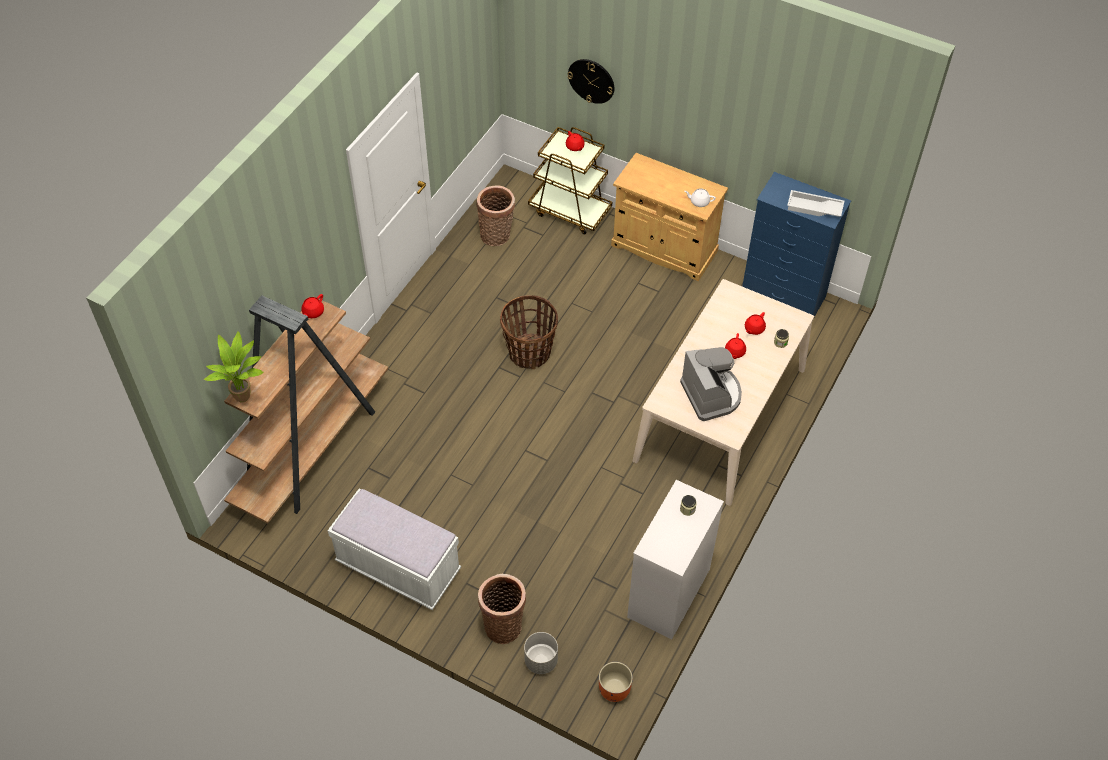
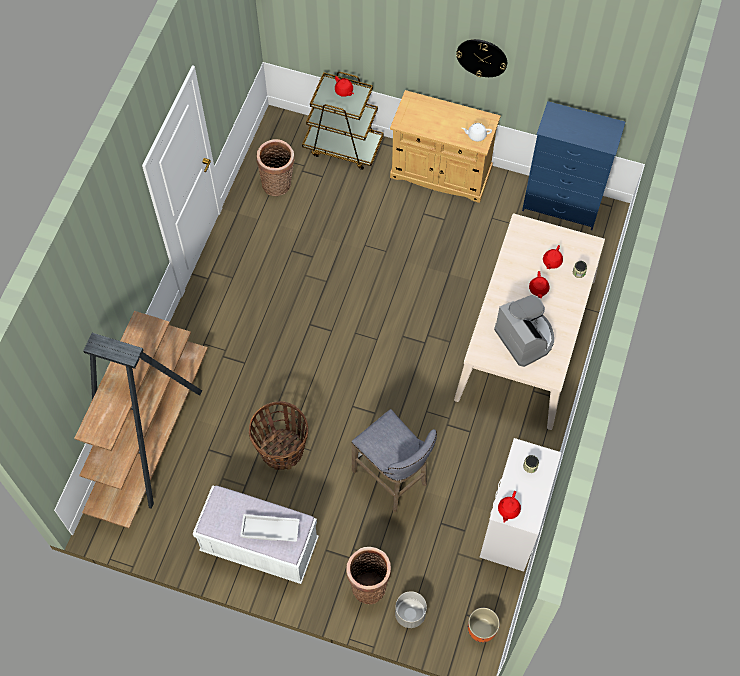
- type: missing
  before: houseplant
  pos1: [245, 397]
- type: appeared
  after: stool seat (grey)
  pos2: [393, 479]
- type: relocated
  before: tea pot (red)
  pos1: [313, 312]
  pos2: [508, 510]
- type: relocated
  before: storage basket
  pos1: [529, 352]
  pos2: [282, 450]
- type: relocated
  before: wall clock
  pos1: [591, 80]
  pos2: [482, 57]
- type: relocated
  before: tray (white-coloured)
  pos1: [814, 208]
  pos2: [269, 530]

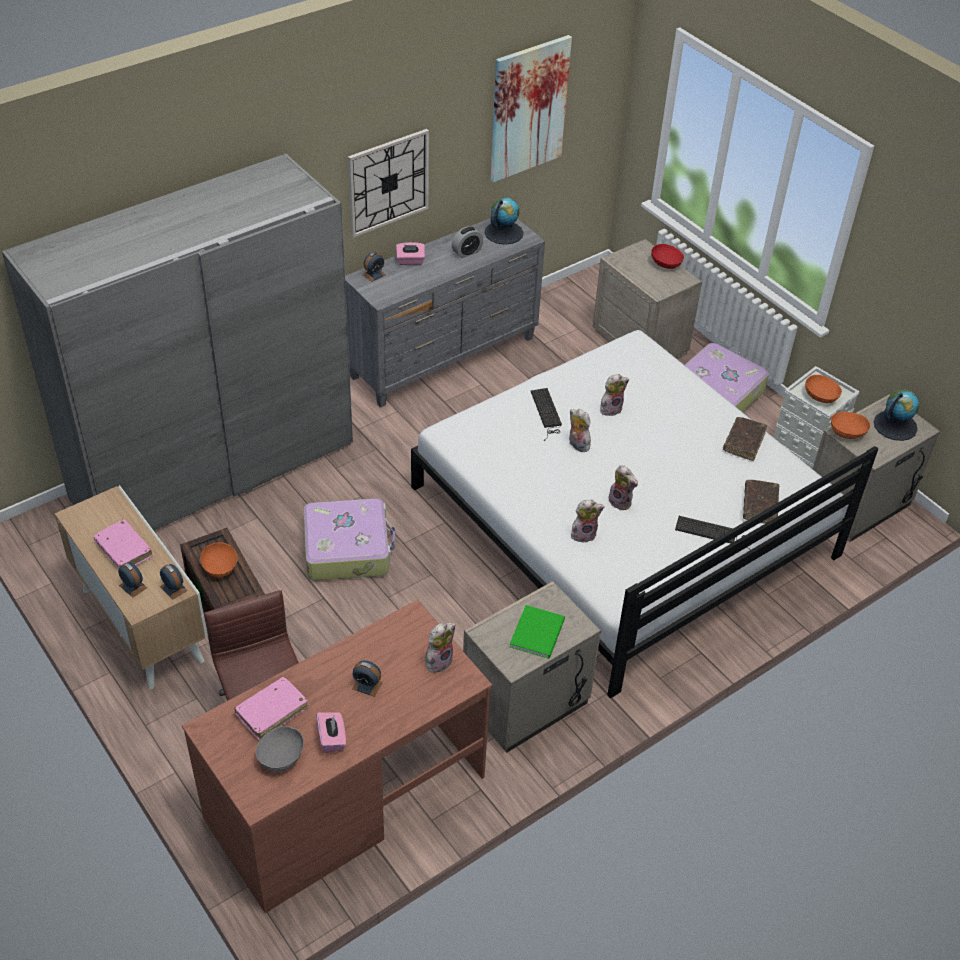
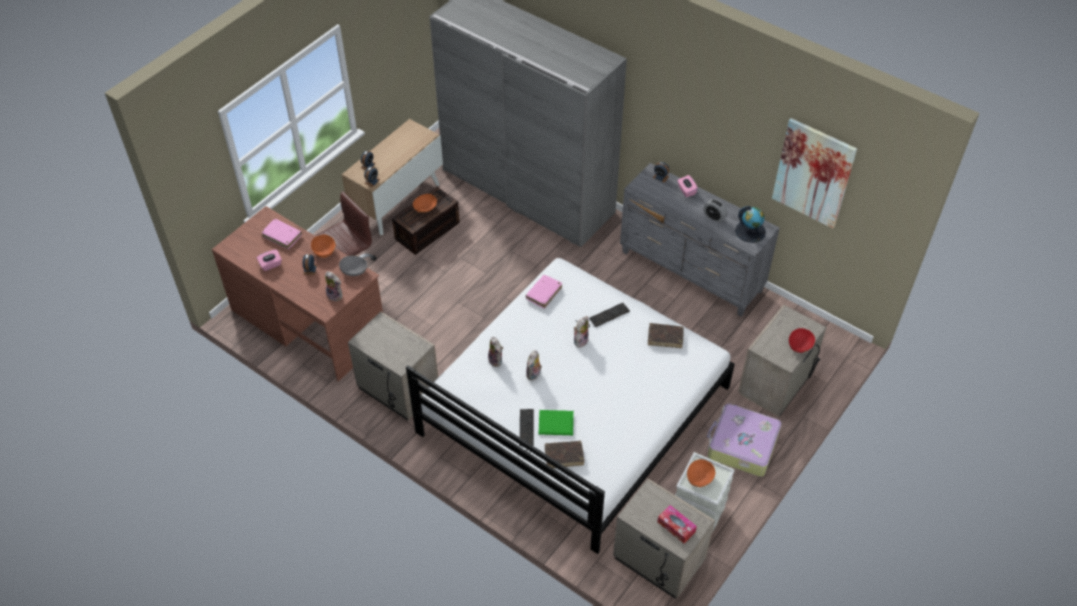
- type: missing
  before: travel case
  pos1: [348, 548]
- type: missing
  before: wall clock
  pos1: [388, 182]
- type: missing
  before: soft toy
  pos1: [611, 408]
- type: relocated
  before: bound book (pinkish)
  pos1: [124, 550]
  pos2: [544, 294]
- type: relocated
  before: deep dish (grey)
  pos1: [281, 757]
  pos2: [354, 271]
- type: relocated
  before: bound book (green-coloured)
  pos1: [539, 632]
  pos2: [557, 424]
- type: relocated
  before: bound book (brown)
  pos1: [744, 442]
  pos2: [665, 338]
- type: relocated
  before: deep dish (orangey)
  pos1: [847, 433]
  pos2: [324, 251]
- type: exchanged
  before: desk globe
  after: tissue holder
  pos1: [895, 425]
  pos2: [676, 527]

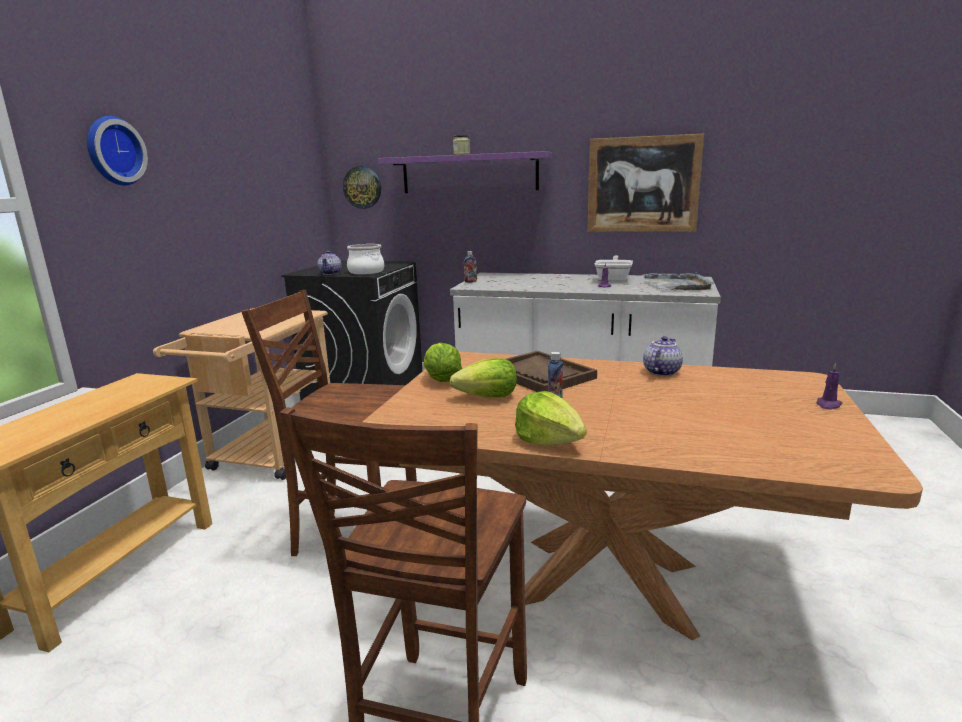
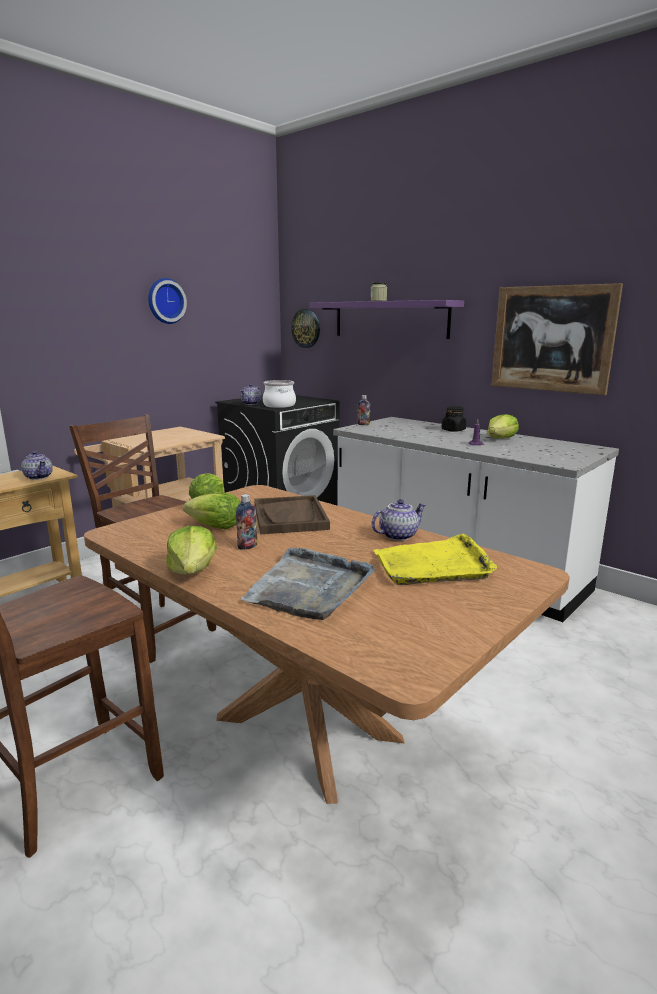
- type: missing
  before: wax candle (purple-coloured)
  pos1: [828, 405]
- type: appeared
  after: tea pot
  pos2: [38, 477]
- type: appeared
  after: tray (yellowish)
  pos2: [433, 565]
- type: appeared
  after: preserve jar (black-coloured)
  pos2: [453, 430]
- type: relocated
  before: wall clock
  pos1: [113, 151]
  pos2: [165, 301]
- type: relocated
  before: tray (grey)
  pos1: [677, 285]
  pos2: [309, 587]
- type: exchanged
  before: frying pan
  after: head of lettuce
  pos1: [613, 280]
  pos2: [500, 439]

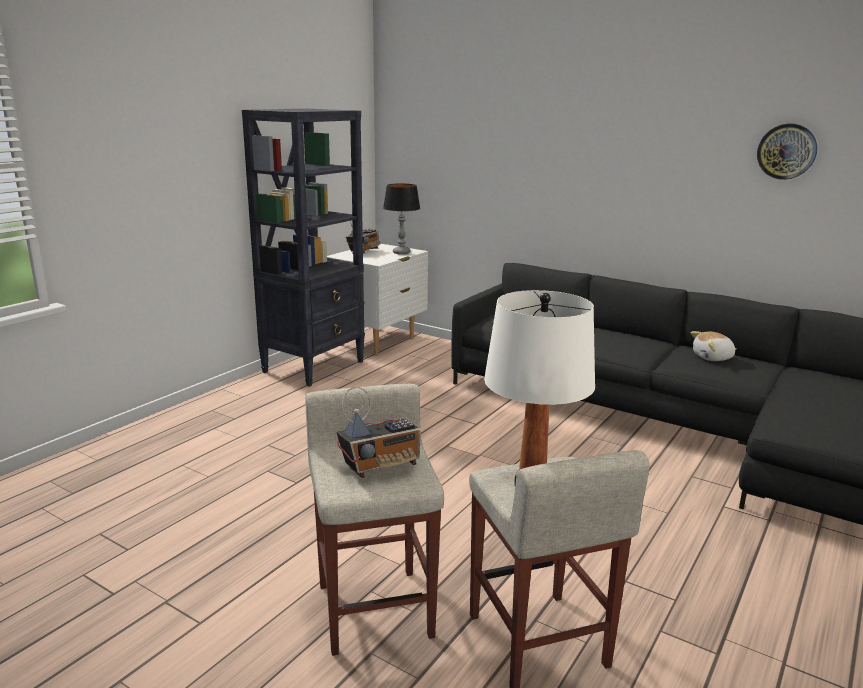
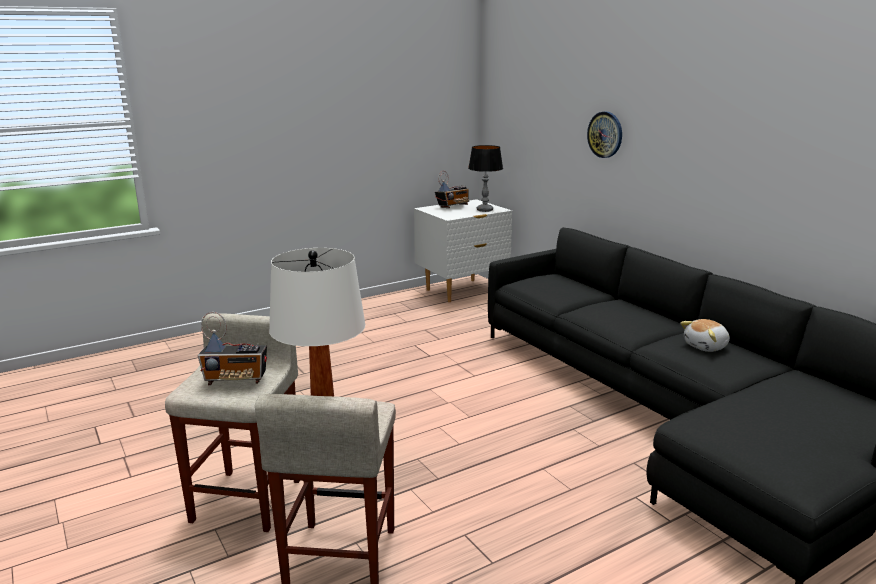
- type: missing
  before: bookcase (black-coloured)
  pos1: [314, 366]
- type: relocated
  before: wall clock
  pos1: [786, 151]
  pos2: [605, 134]
- type: spun
  before: soft toy
  pos1: [713, 358]
  pos2: [706, 347]
  turn: -45

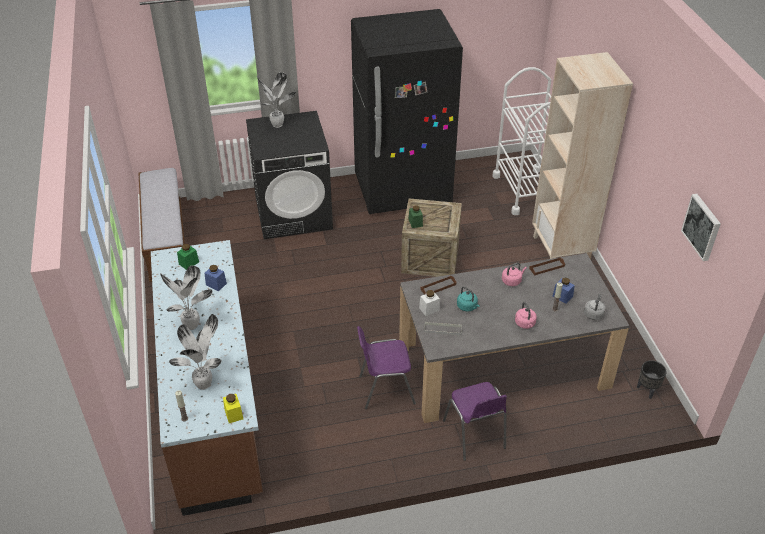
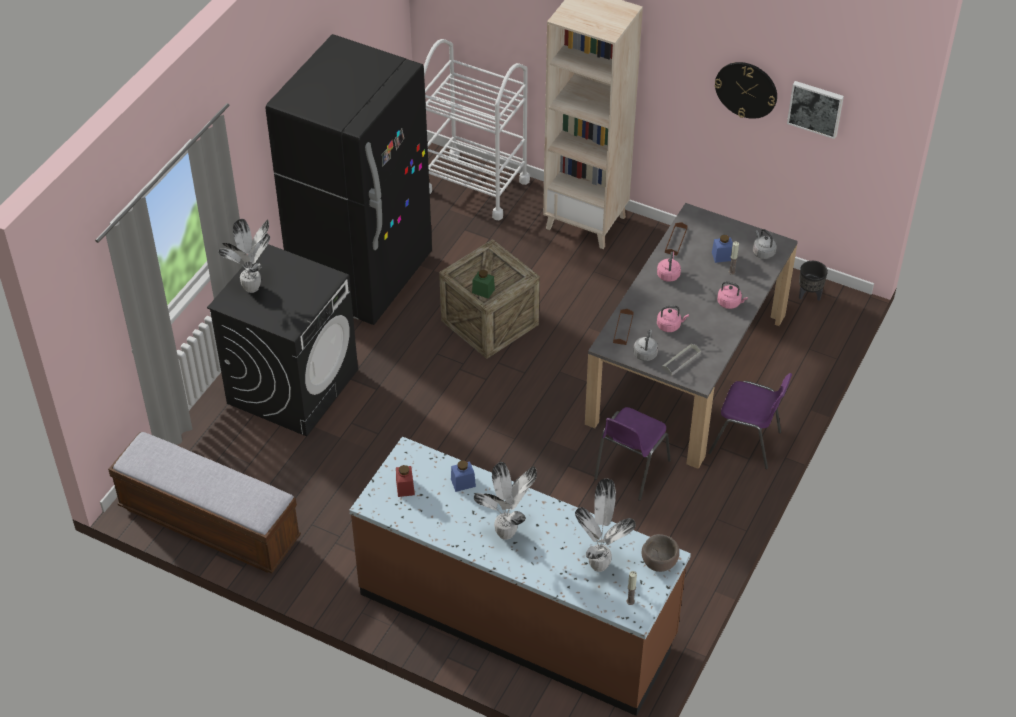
- type: appeared
  after: wall clock
  pos2: [746, 89]
- type: exchanged
  before: preserve jar (yellowish)
  after: deep dish (brown)
  pos1: [233, 414]
  pos2: [659, 562]
- type: exchanged
  before: preserve jar (white-coloured)
  after: water kettle (grey)
  pos1: [429, 309]
  pos2: [645, 353]
- type: colour
  before: preserve jar (green-coloured)
  after: preserve jar (red)
  pos1: [189, 263]
  pos2: [405, 487]
- type: colour
  before: water kettle (turquoise)
  after: water kettle (pinkish)
  pos1: [467, 307]
  pos2: [670, 326]

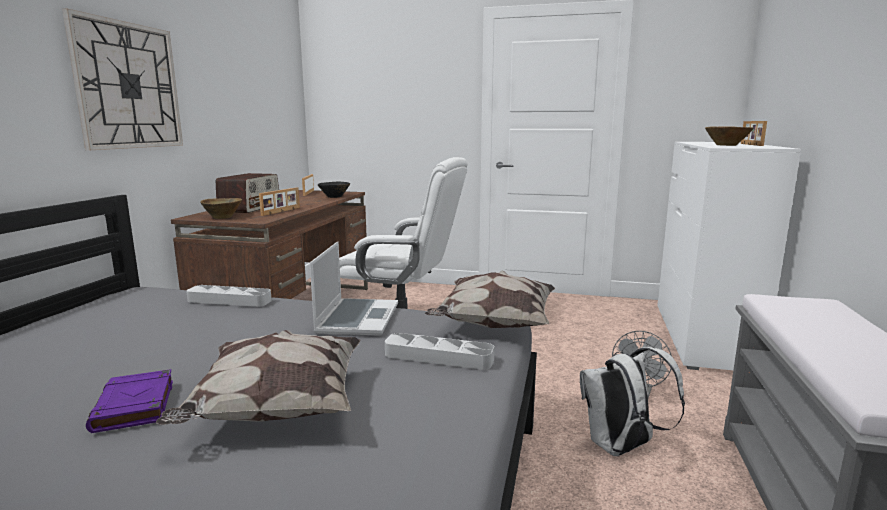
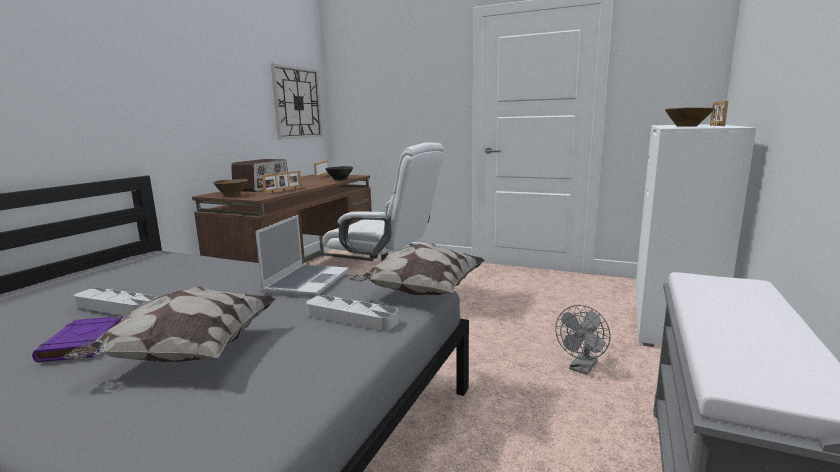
- type: missing
  before: backpack (white-coloured)
  pos1: [621, 448]
- type: relocated
  before: wall clock
  pos1: [128, 86]
  pos2: [297, 103]
- type: relocated
  before: tray (grey)
  pos1: [229, 300]
  pos2: [117, 307]

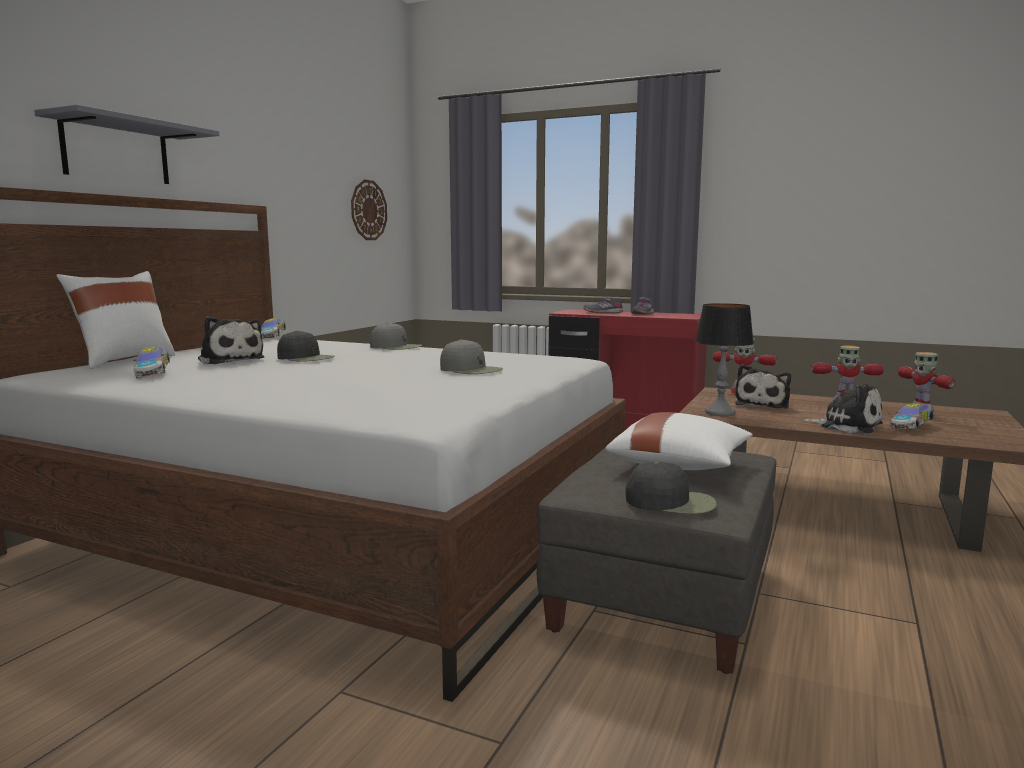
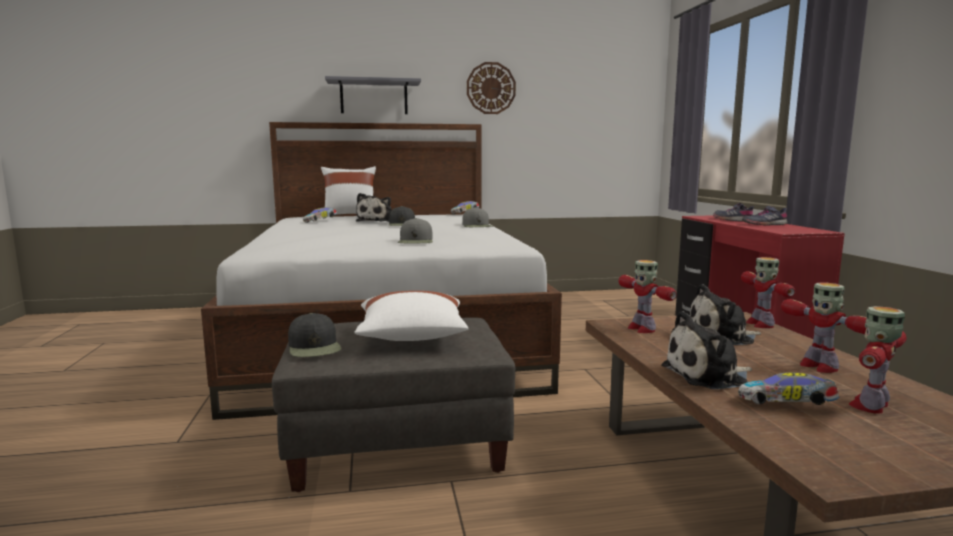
- type: relocated
  before: wall clock
  pos1: [368, 210]
  pos2: [491, 88]
- type: exchanged
  before: lamp for a table
  after: model robot
  pos1: [720, 412]
  pos2: [641, 329]
- type: spun
  before: soft toy
  pos1: [847, 425]
  pos2: [708, 375]
  turn: 75

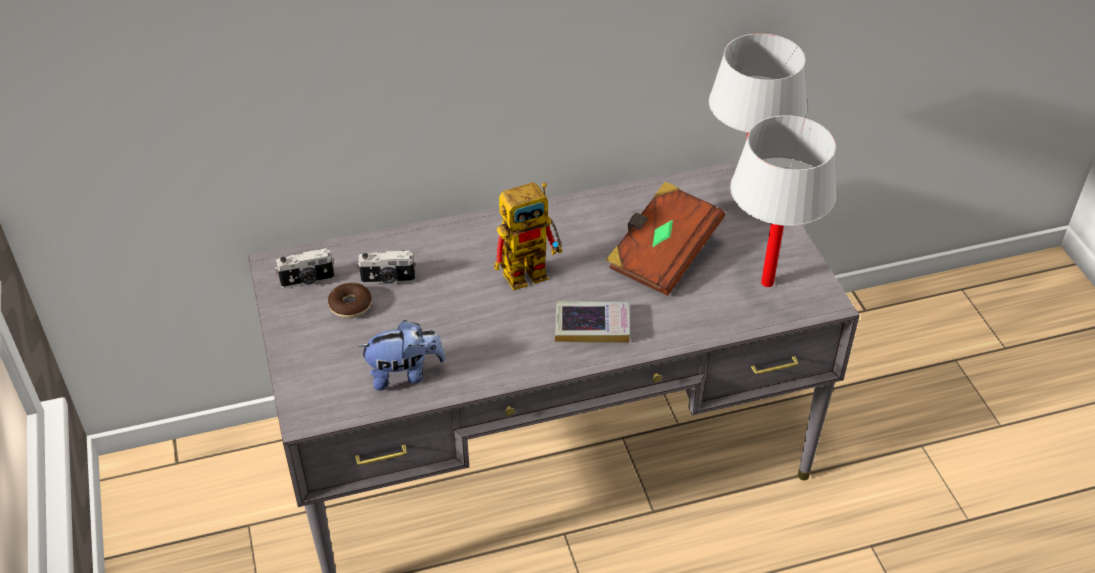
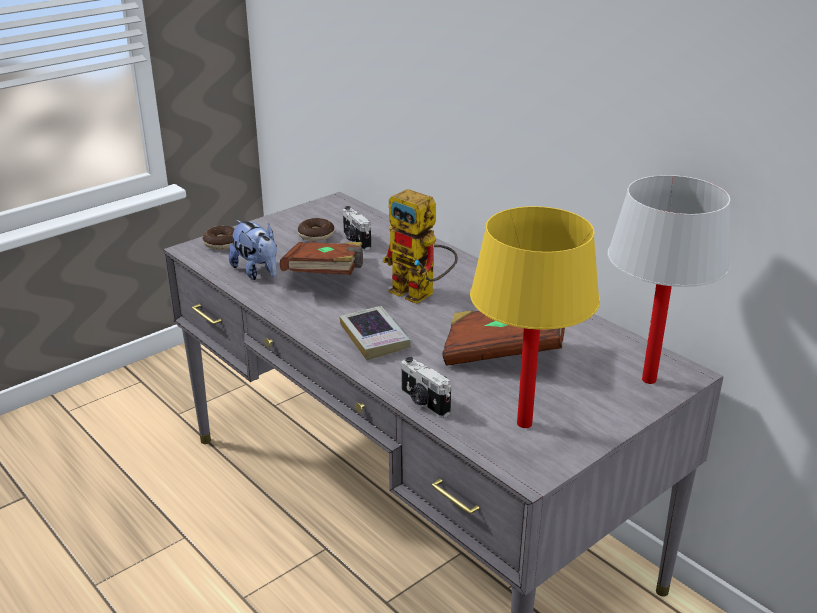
- type: appeared
  after: ring doughnut
  pos2: [222, 243]
- type: appeared
  after: bound book (brown)
  pos2: [326, 277]
- type: relocated
  before: photo camera
  pos1: [308, 281]
  pos2: [423, 403]
- type: colour
  before: lamp for a table (white-coloured)
  after: lamp for a table (yellowish)
  pos1: [767, 283]
  pos2: [524, 423]

